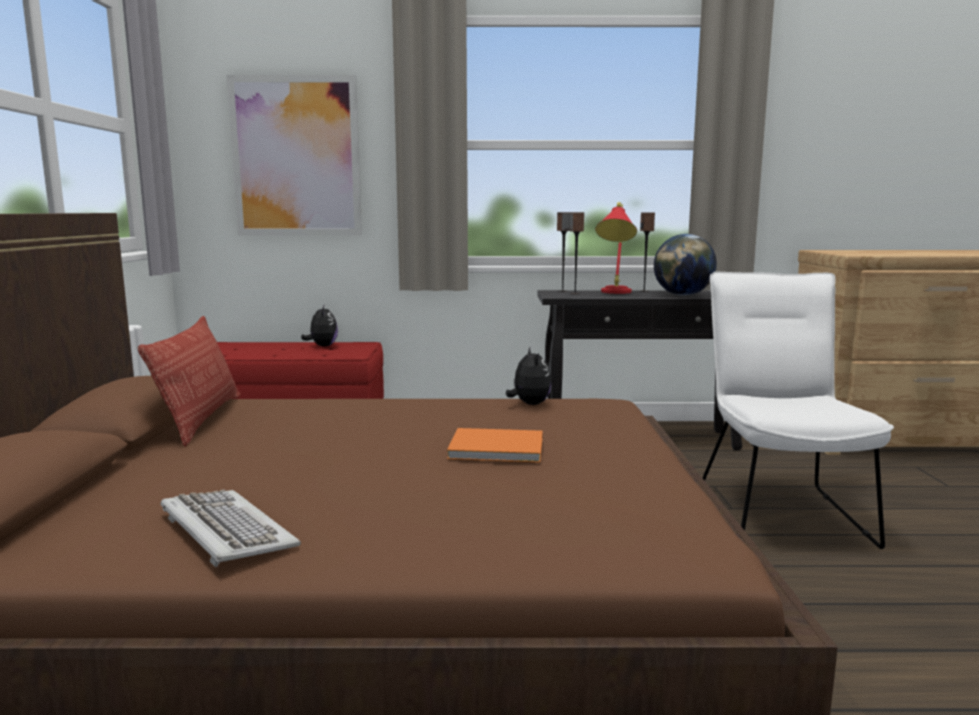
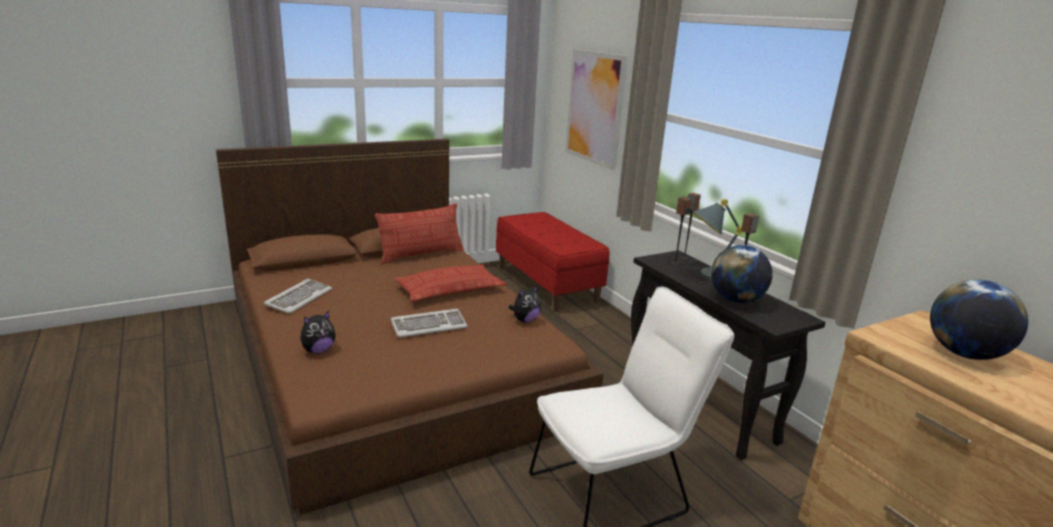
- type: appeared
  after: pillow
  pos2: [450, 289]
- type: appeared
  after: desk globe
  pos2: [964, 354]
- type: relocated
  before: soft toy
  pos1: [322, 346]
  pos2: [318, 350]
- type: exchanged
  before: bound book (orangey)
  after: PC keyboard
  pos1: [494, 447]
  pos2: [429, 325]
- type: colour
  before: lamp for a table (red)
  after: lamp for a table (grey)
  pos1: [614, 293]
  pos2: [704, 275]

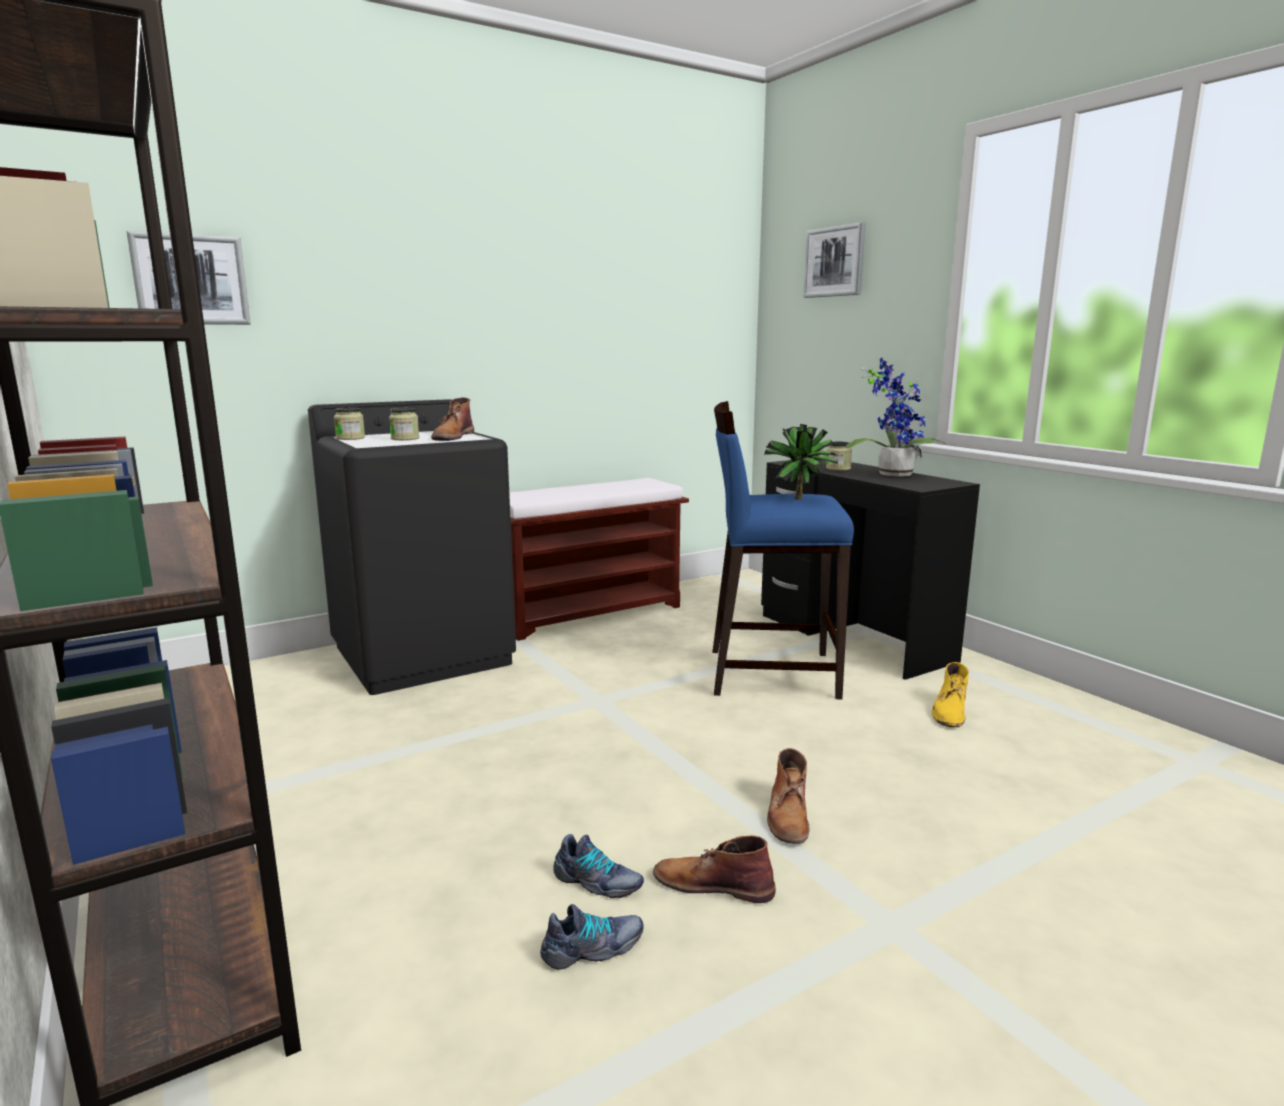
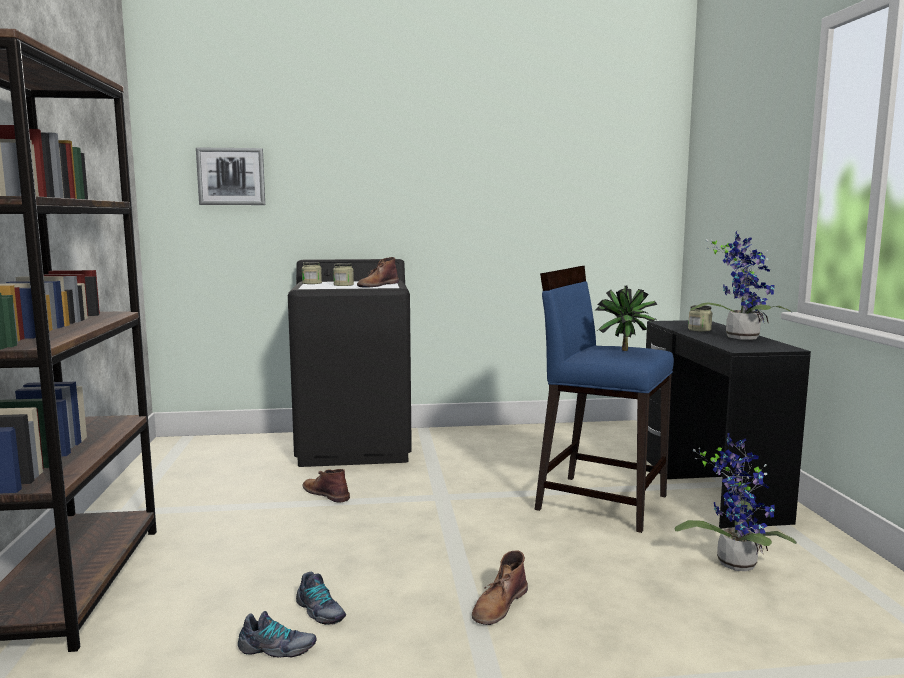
- type: missing
  before: bench (brown)
  pos1: [589, 612]
- type: missing
  before: wall picture
  pos1: [834, 261]
- type: relocated
  before: tall boot (brown)
  pos1: [712, 884]
  pos2: [326, 493]
- type: exchanged
  before: tall boot (yellowish)
  after: houseplant
  pos1: [950, 711]
  pos2: [734, 561]

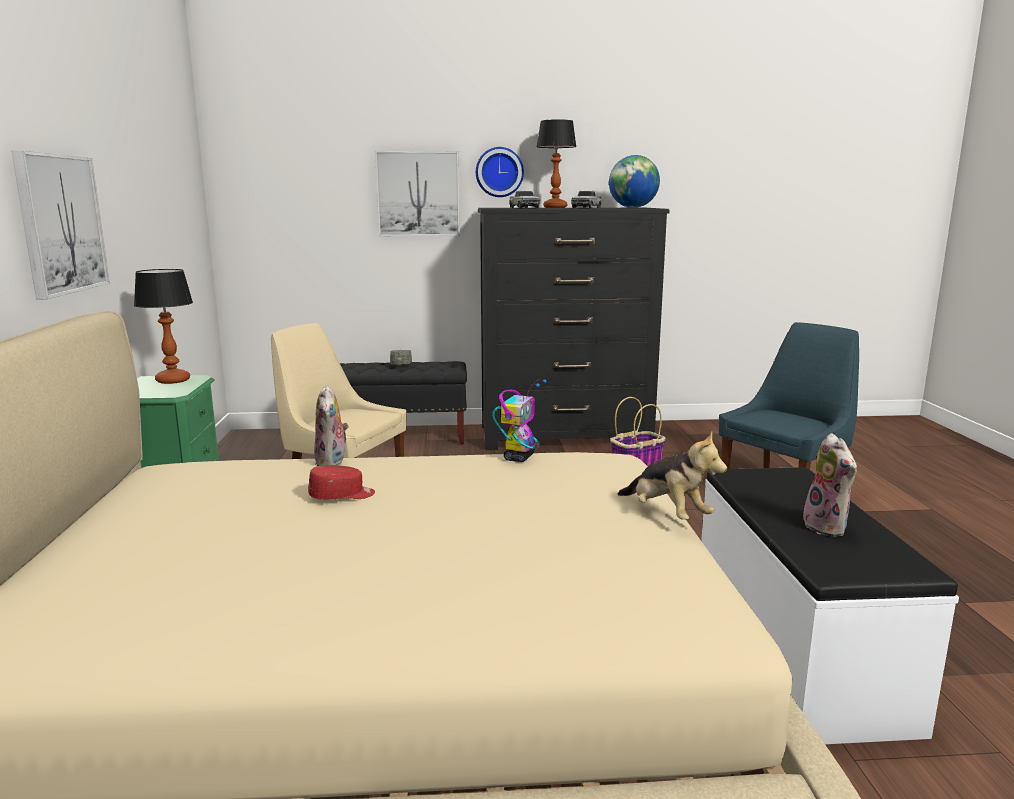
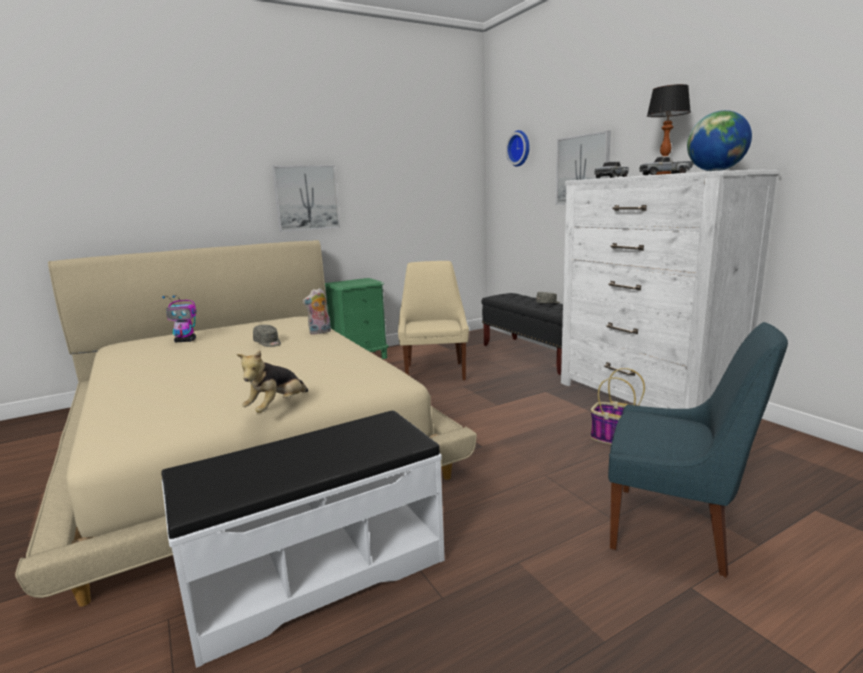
- type: missing
  before: lamp for a table
  pos1: [172, 380]
- type: missing
  before: soft toy
  pos1: [828, 527]
- type: relocated
  before: wall clock
  pos1: [499, 172]
  pos2: [520, 148]
- type: relocated
  before: model robot
  pos1: [519, 457]
  pos2: [186, 341]
- type: colour
  before: peaked cap (red)
  after: peaked cap (grey)
  pos1: [342, 496]
  pos2: [268, 343]
- type: colour
  before: dresser (black-coloured)
  after: dresser (white-coloured)
  pos1: [565, 435]
  pos2: [644, 398]

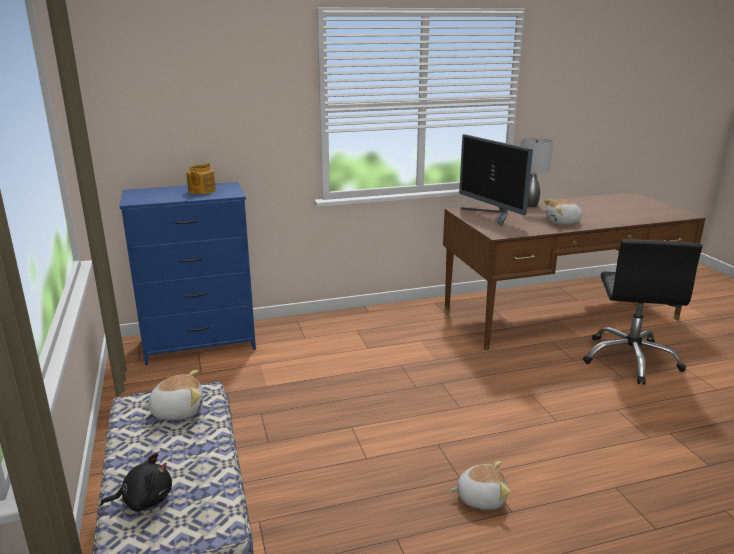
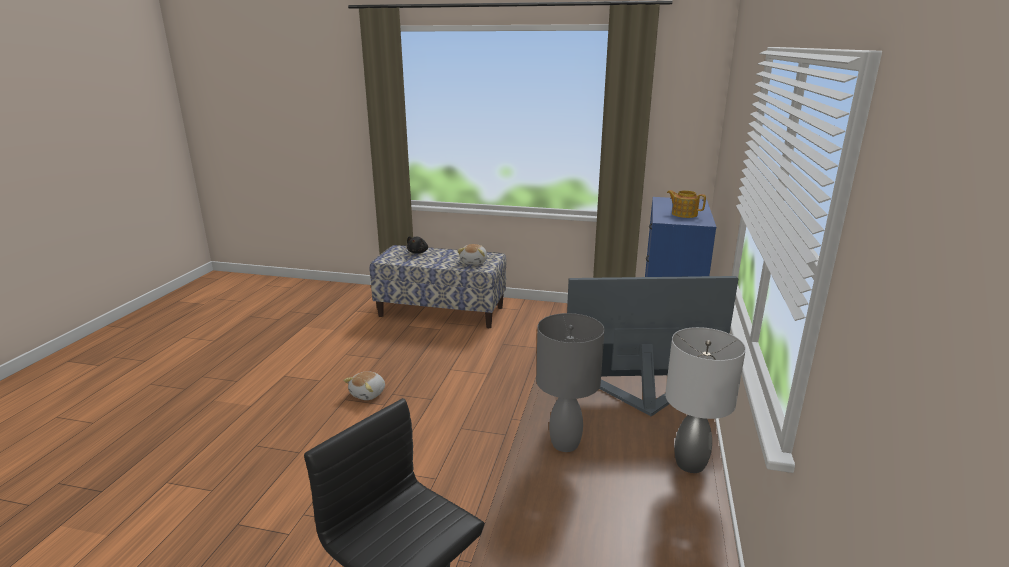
- type: exchanged
  before: soft toy
  after: lamp for a table (grey)
  pos1: [563, 222]
  pos2: [564, 444]

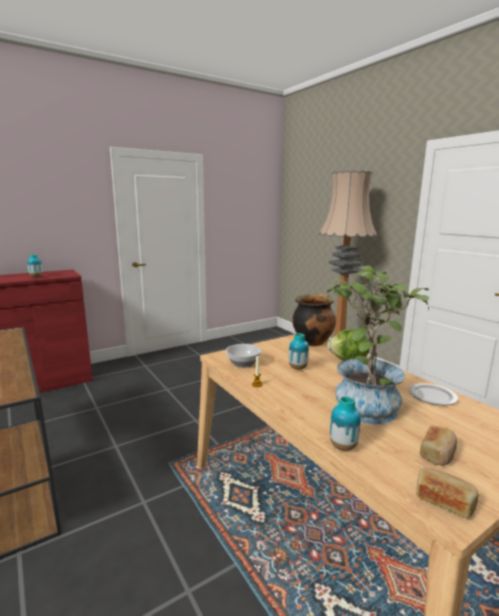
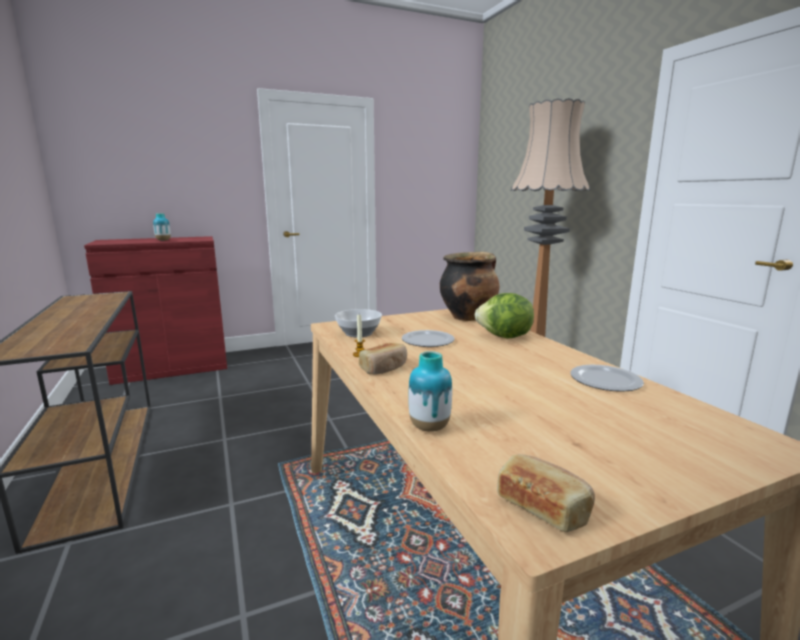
- type: missing
  before: houseplant
  pos1: [365, 402]
- type: relocated
  before: baked bread
  pos1: [438, 453]
  pos2: [384, 368]
- type: exchanged
  before: decorative vase
  after: flat dish
  pos1: [298, 368]
  pos2: [428, 341]

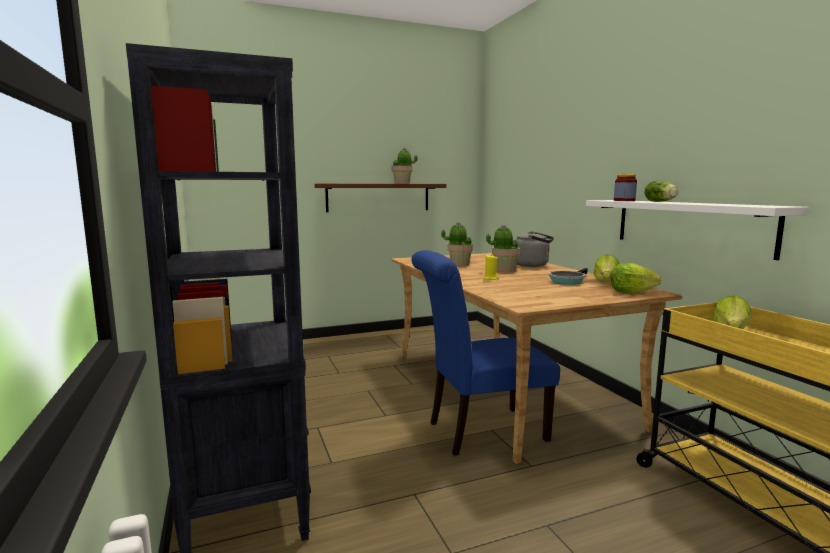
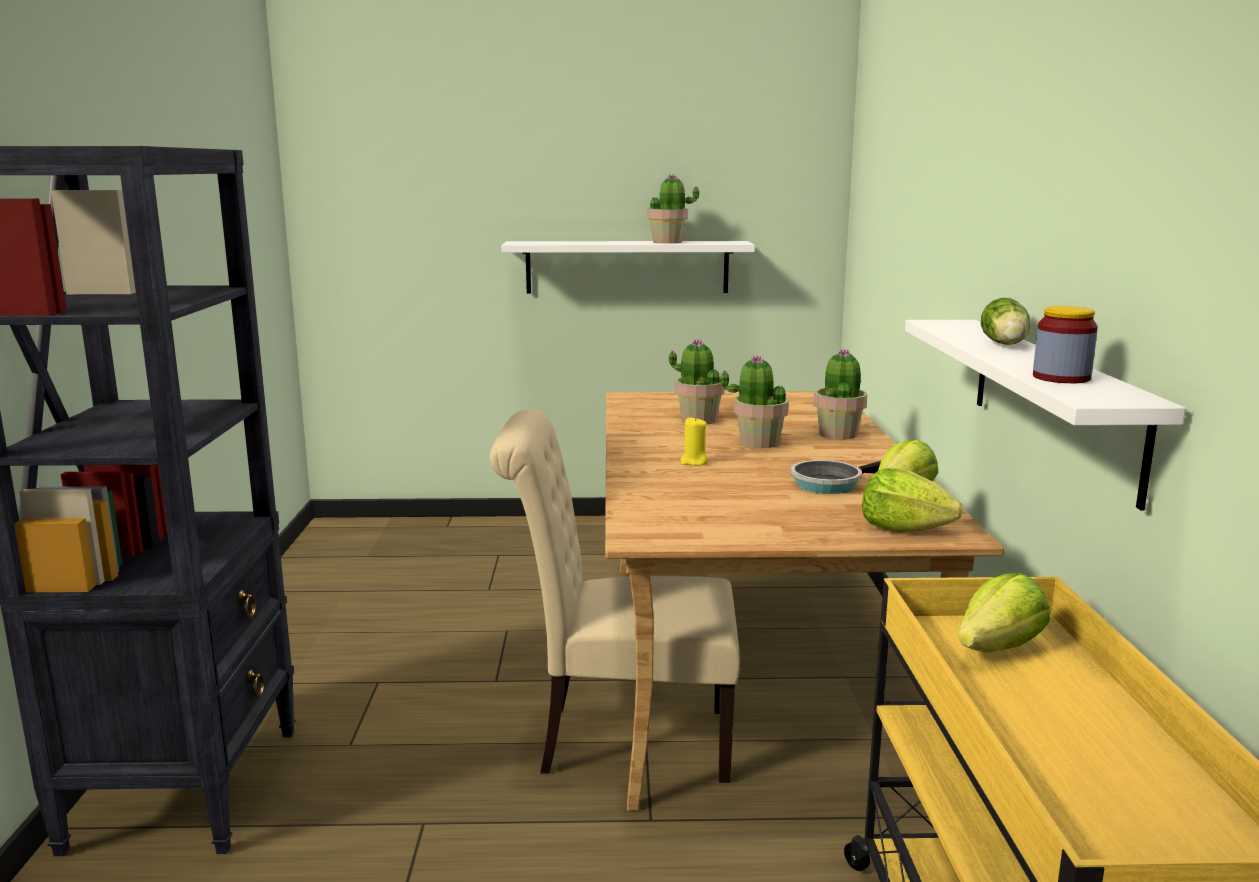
- type: relocated
  before: preserve jar
  pos1: [624, 200]
  pos2: [1061, 378]
- type: exchanged
  before: water kettle (grey)
  after: houseplant
  pos1: [533, 265]
  pos2: [838, 434]
- type: colour
  before: wall shelf (brown)
  after: wall shelf (white-coloured)
  pos1: [378, 197]
  pos2: [627, 267]
- type: colour
  before: plain chair (bluish)
  after: plain chair (sand-coloured)
  pos1: [480, 431]
  pos2: [622, 740]

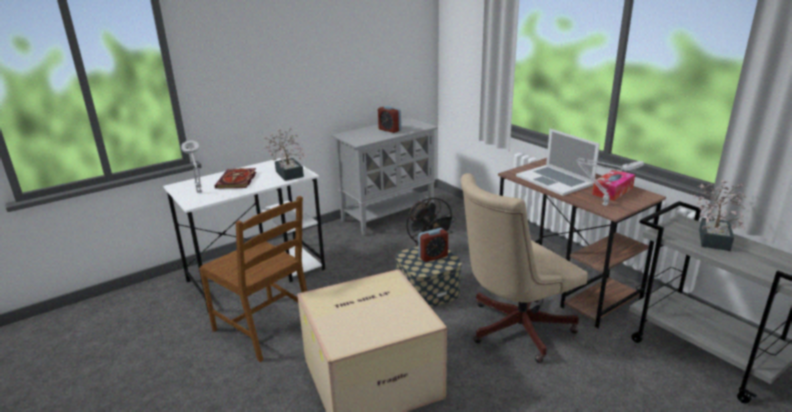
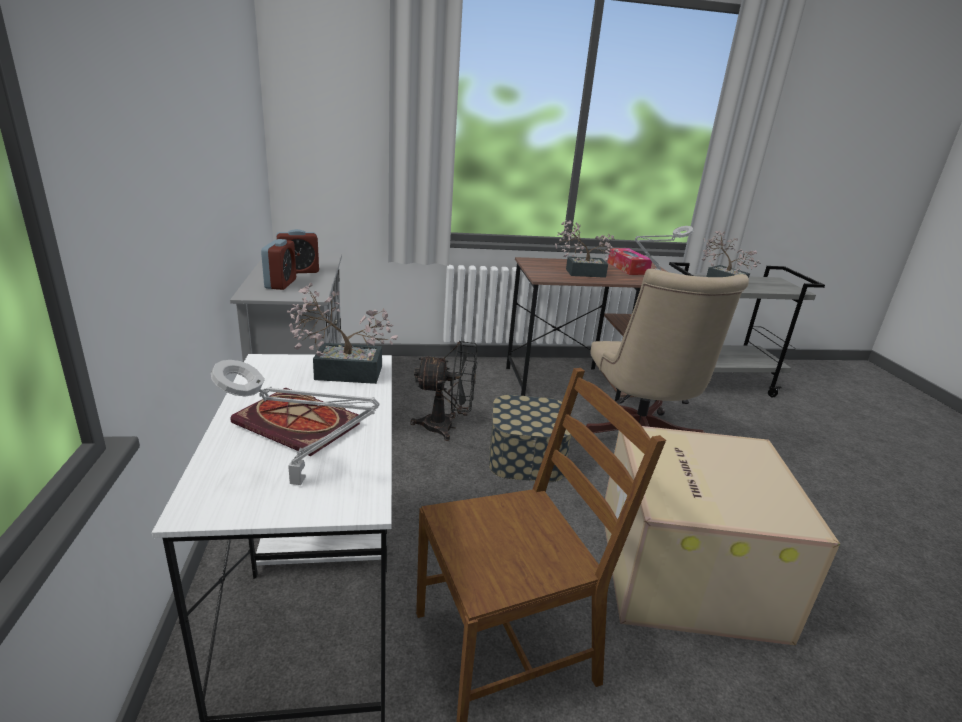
- type: relocated
  before: table clock
  pos1: [433, 256]
  pos2: [281, 284]
- type: exchanged
  before: laptop
  after: houseplant
  pos1: [554, 180]
  pos2: [580, 273]

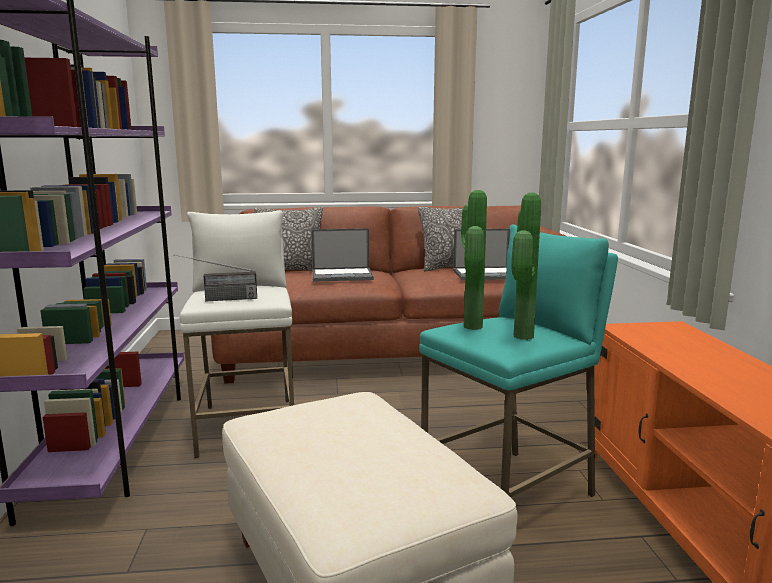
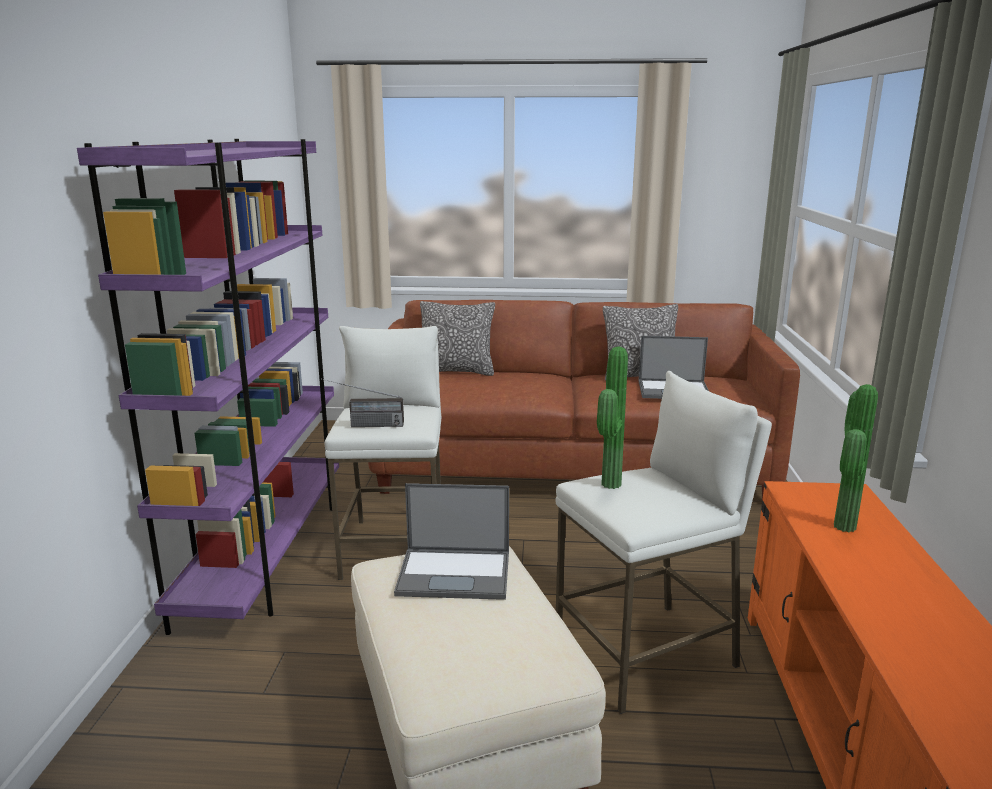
- type: relocated
  before: laptop
  pos1: [343, 275]
  pos2: [456, 573]
- type: relocated
  before: houseplant
  pos1: [519, 336]
  pos2: [840, 526]
- type: colour
  before: stool seat (turquoise)
  after: stool seat (white-coloured)
  pos1: [508, 493]
  pos2: [646, 654]

